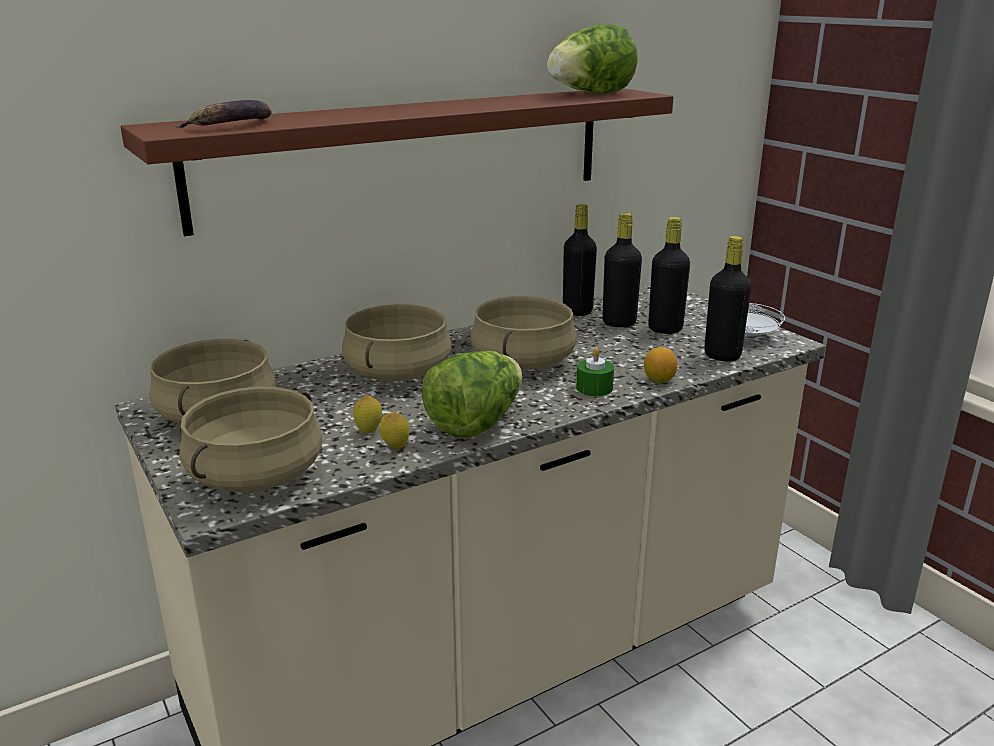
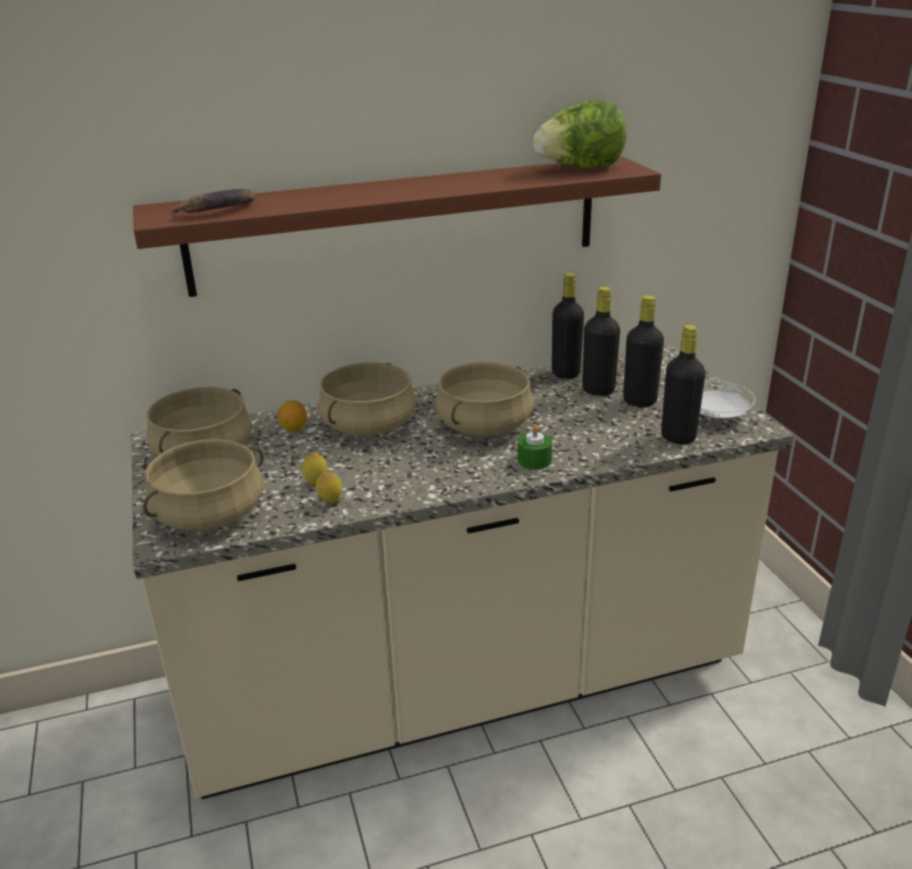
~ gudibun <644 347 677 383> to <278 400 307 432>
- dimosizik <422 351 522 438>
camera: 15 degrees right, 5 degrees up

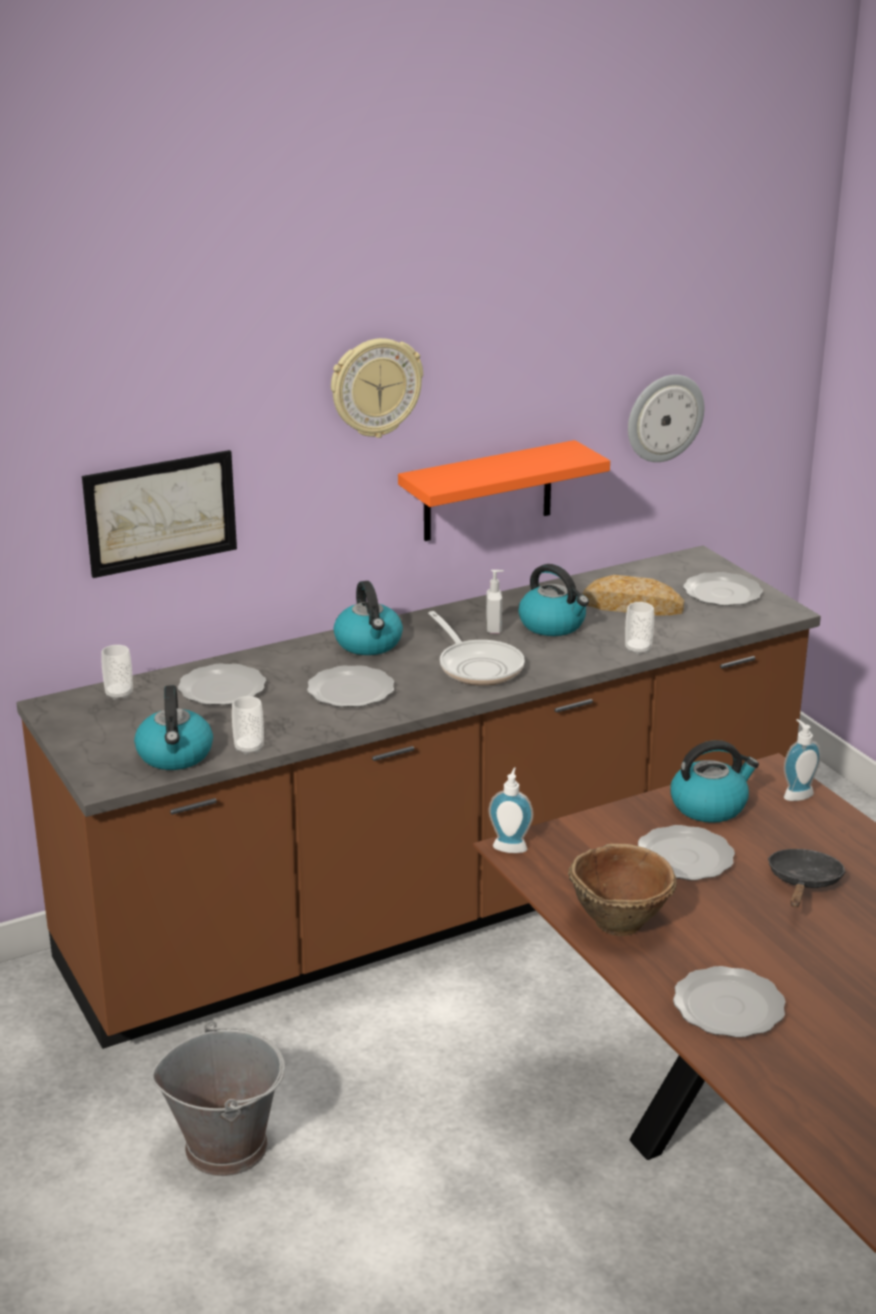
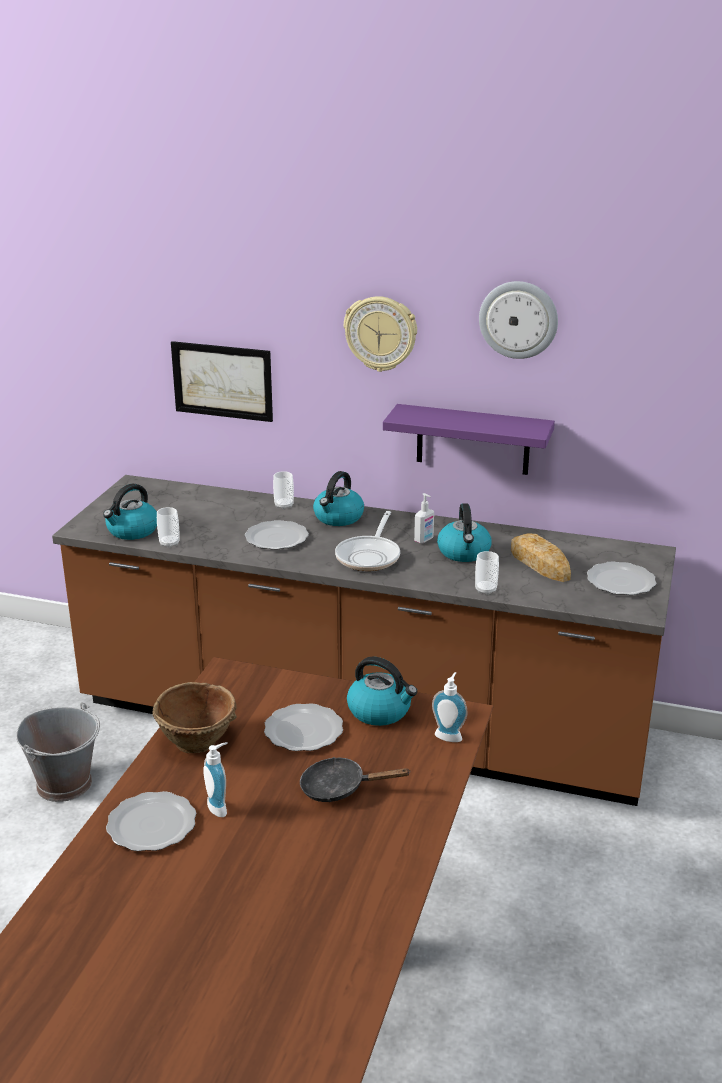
~ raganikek <489 768 533 853> to <203 742 228 817>
~ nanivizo <101 645 133 700> to <273 471 294 509>
~ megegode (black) <768 849 846 907> = <300 757 411 802> 150 degrees counterclockwise
~ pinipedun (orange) <398 440 610 541> to pinipedun (purple) <383 404 555 475>
~ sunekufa <628 375 704 462> to <479 281 558 359>
- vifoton <178 663 266 705>
camera: 45 degrees right, 0 degrees up

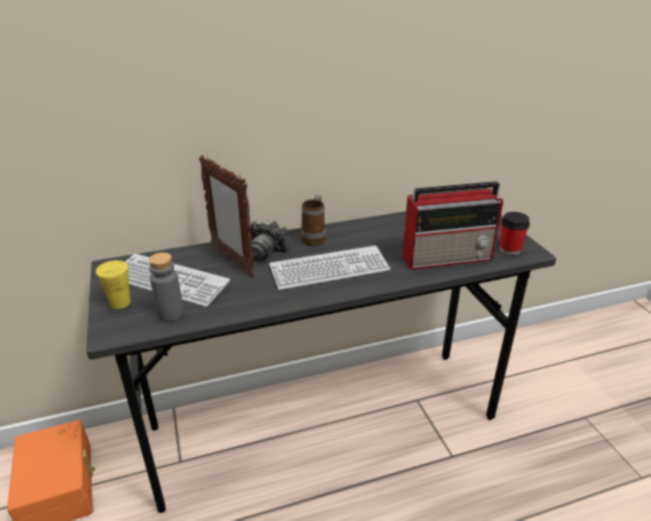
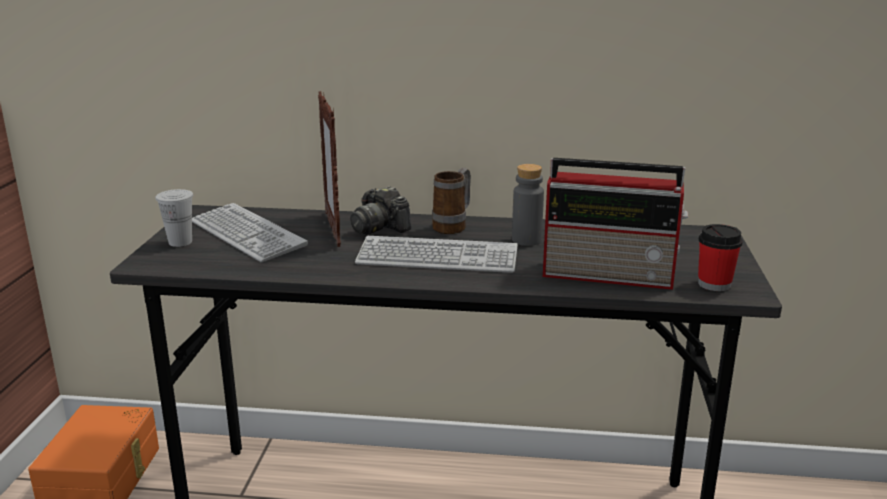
~ nanivizo (yellow) <96 260 131 309> to nanivizo (white) <155 189 193 247>
~ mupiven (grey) <149 252 184 322> to <512 164 544 246>
camera: 25 degrees right, 10 degrees down

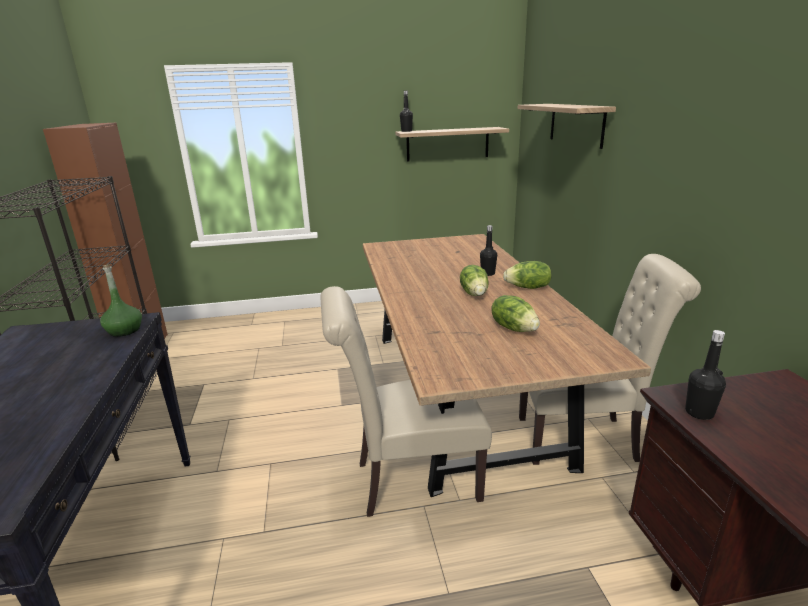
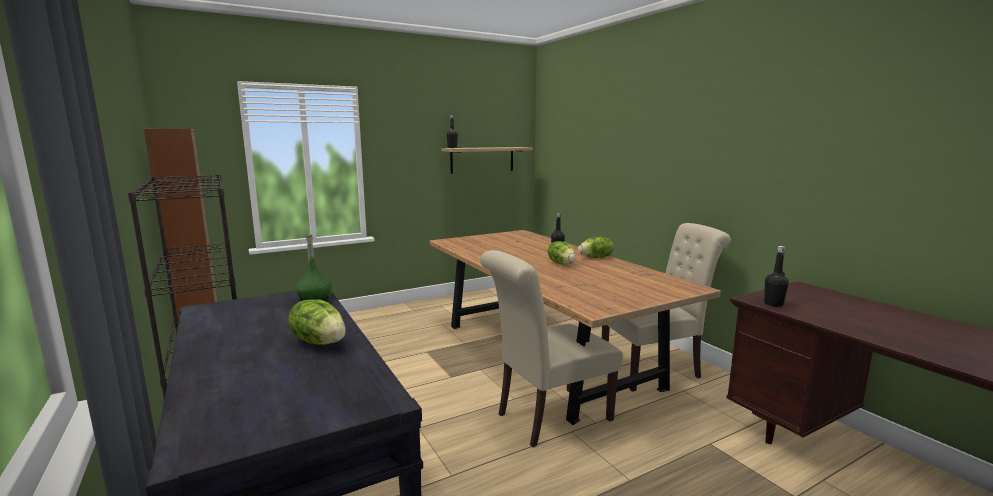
~ dimosizik <491 295 540 332> to <288 299 346 345>
- pinipedun <518 104 616 149>
camera: 20 degrees left, 10 degrees down

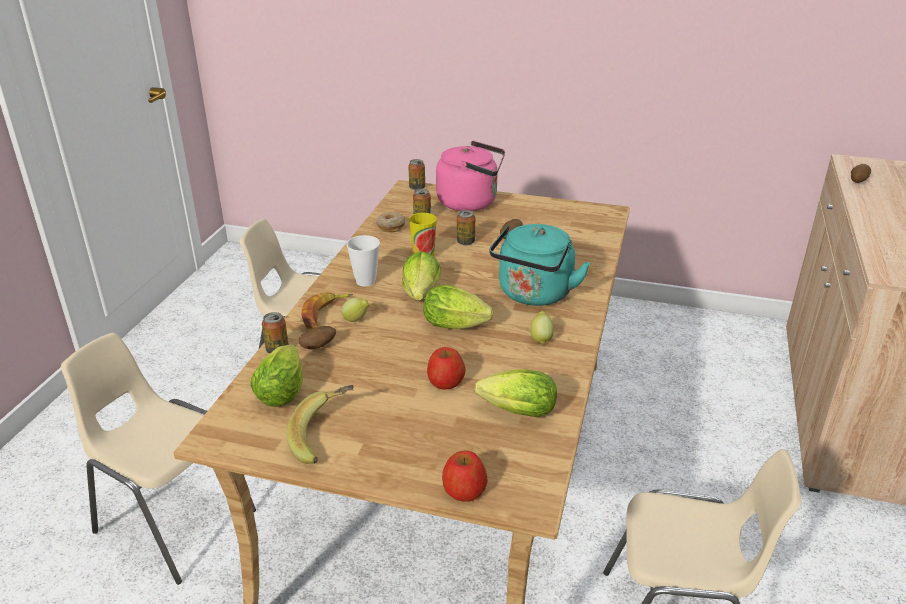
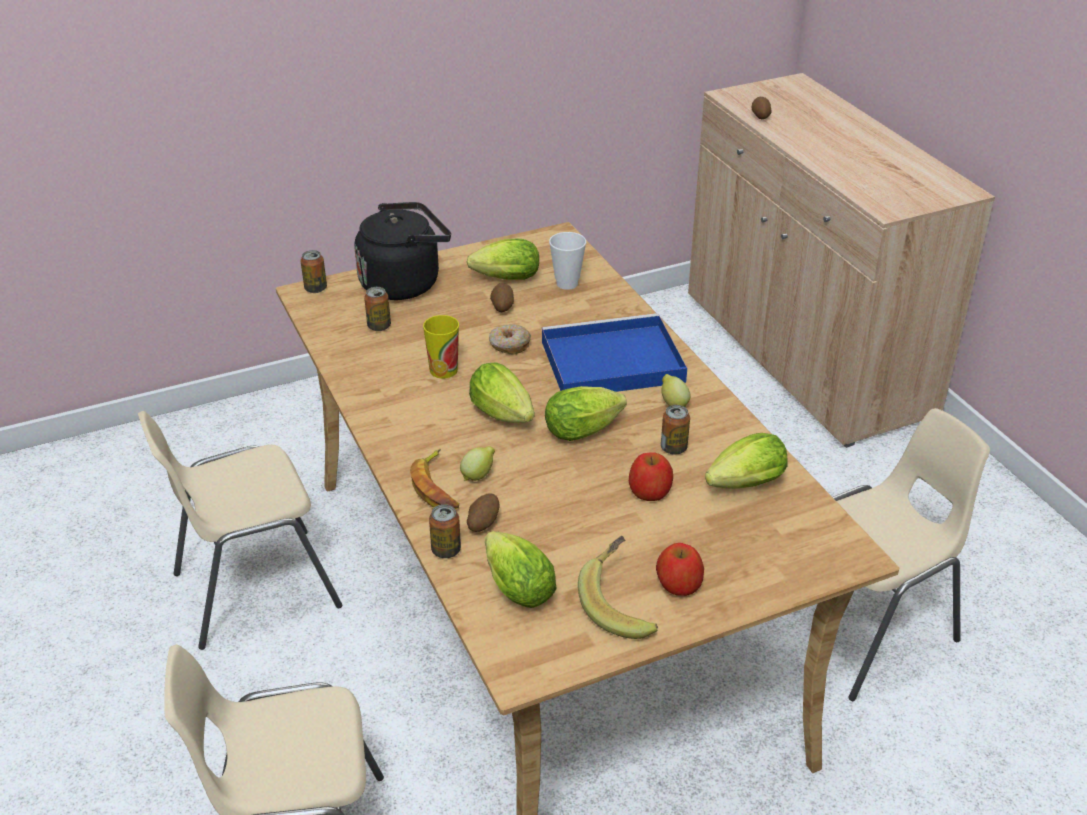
~ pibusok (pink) <436 141 505 211> to pibusok (black) <355 202 451 300>
+ dimosizik <467 239 539 280>
~ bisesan <376 212 405 232> to <489 324 531 355>
~ pibusok (turquoise) <489 224 590 306> to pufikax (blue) <541 313 687 392>
~ nanivizo <347 235 380 287> to <549 232 586 290>
~ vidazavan <442 451 488 502> to <656 543 704 596>
~ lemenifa <457 210 475 245> to <661 405 690 454>
camera: 40 degrees left, 5 degrees up

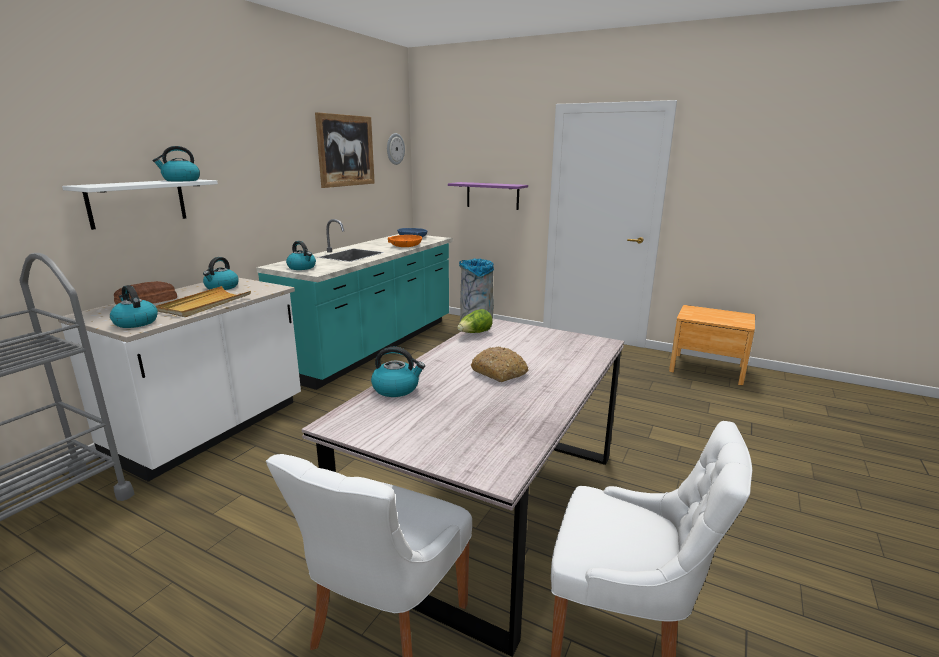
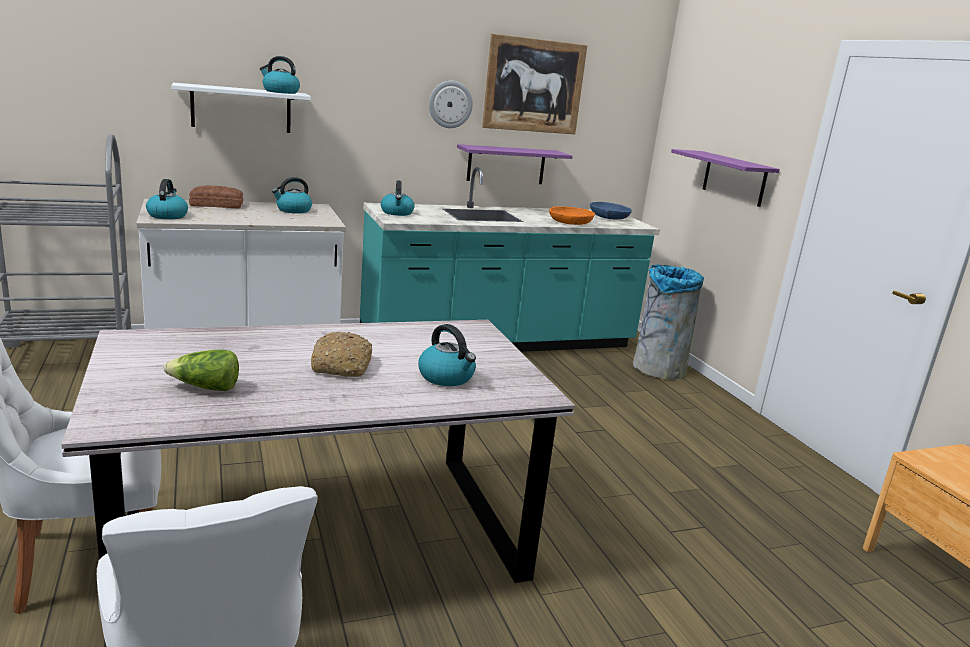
~ dimosizik <457 309 493 333> to <164 350 239 391>
~ pibusok <371 347 425 397> to <418 324 476 386>
~ sunekufa <387 133 405 165> to <429 81 473 128>
+ pinipedun (purple) <457 144 572 184>
- pufikax (beige) <155 286 251 317>
camera: 40 degrees right, 0 degrees up

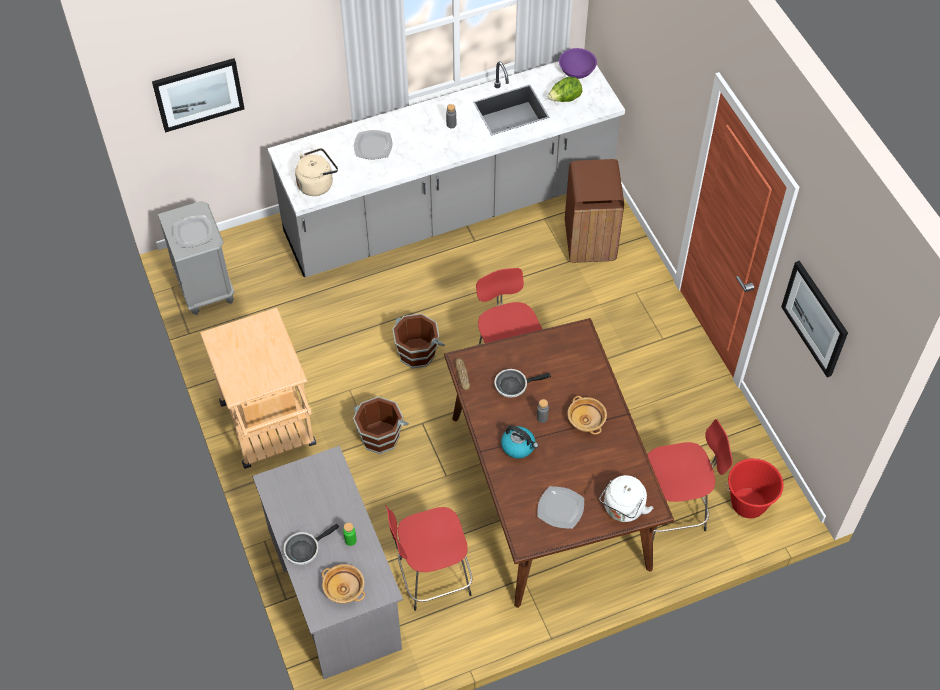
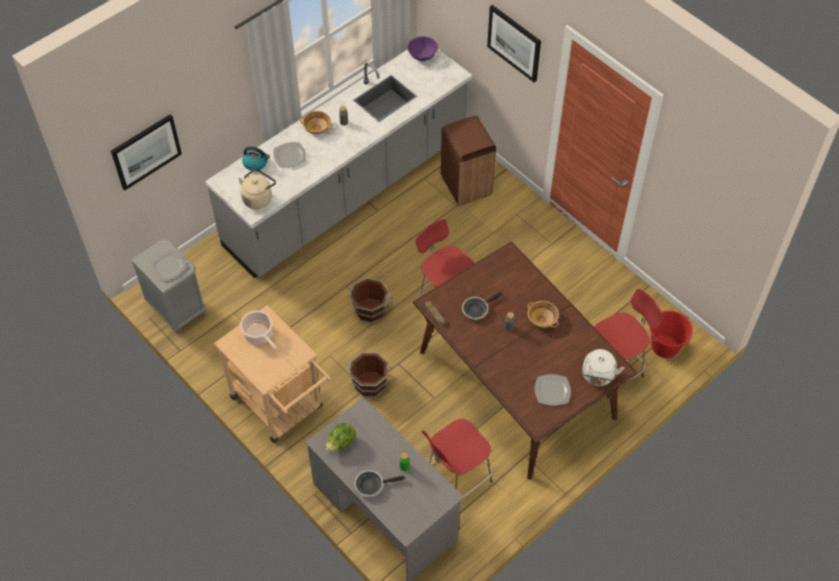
+ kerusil <240 311 277 350>
~ pibusok <501 426 538 459> to <242 146 270 171>
~ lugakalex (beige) <322 564 365 604> to <300 111 334 134>
~ dimosizik <548 77 582 102> to <326 423 356 452>
~ megegode <283 524 339 565> = <354 470 405 497> 45 degrees clockwise
~ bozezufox <781 261 848 378> to <487 5 541 82>
camera: 20 degrees left, 0 degrees up

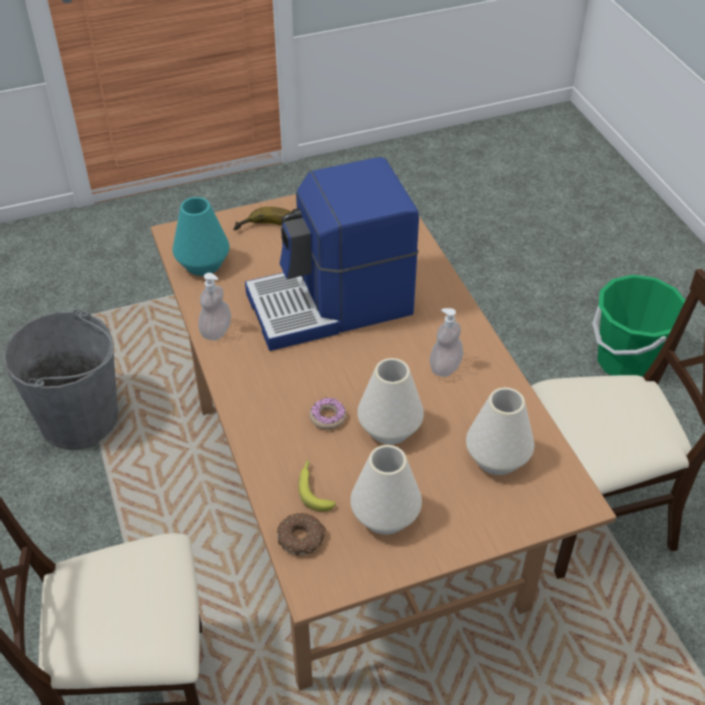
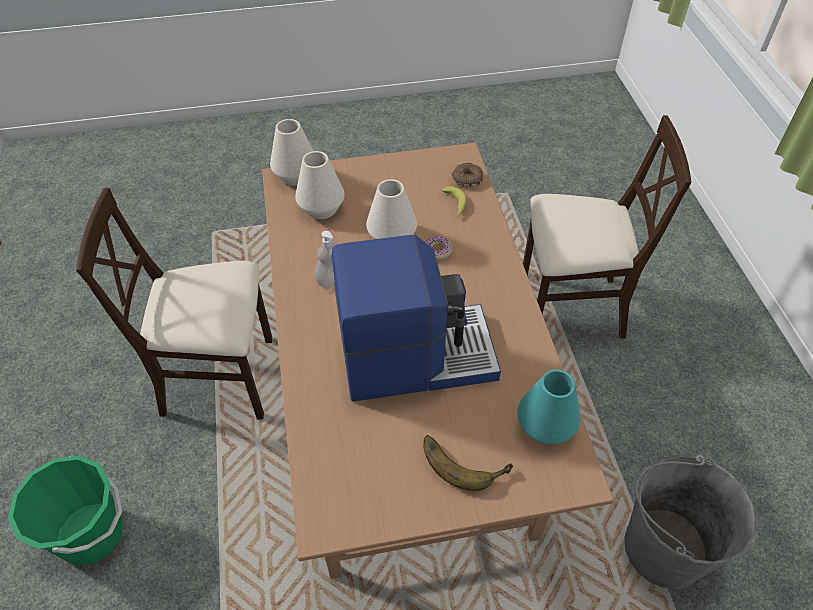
~ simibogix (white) <350 445 422 535> to <270 119 313 186>
- raganikek <198 273 231 340>
camera: 170 degrees left, 5 degrees up

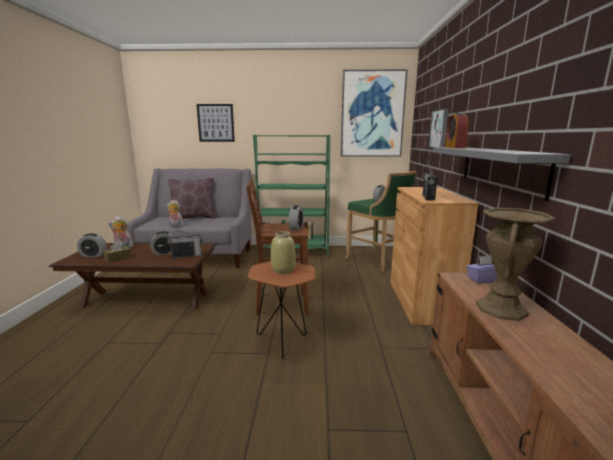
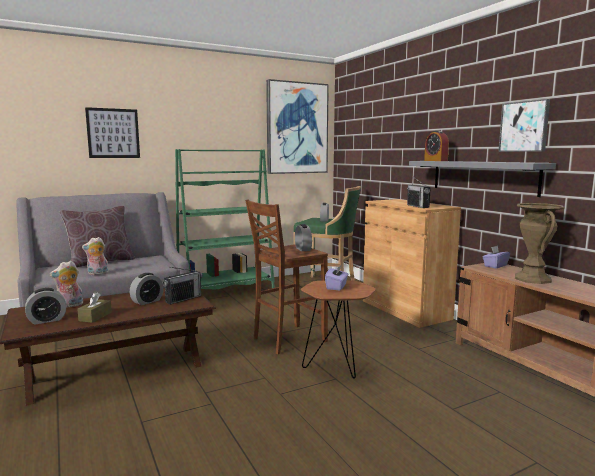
~ simibogix (beige) <271 231 296 274> to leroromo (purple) <325 265 348 291>
~ bozezufox <429 108 449 148> to <498 99 550 152>
camera: 30 degrees left, 5 degrees down

